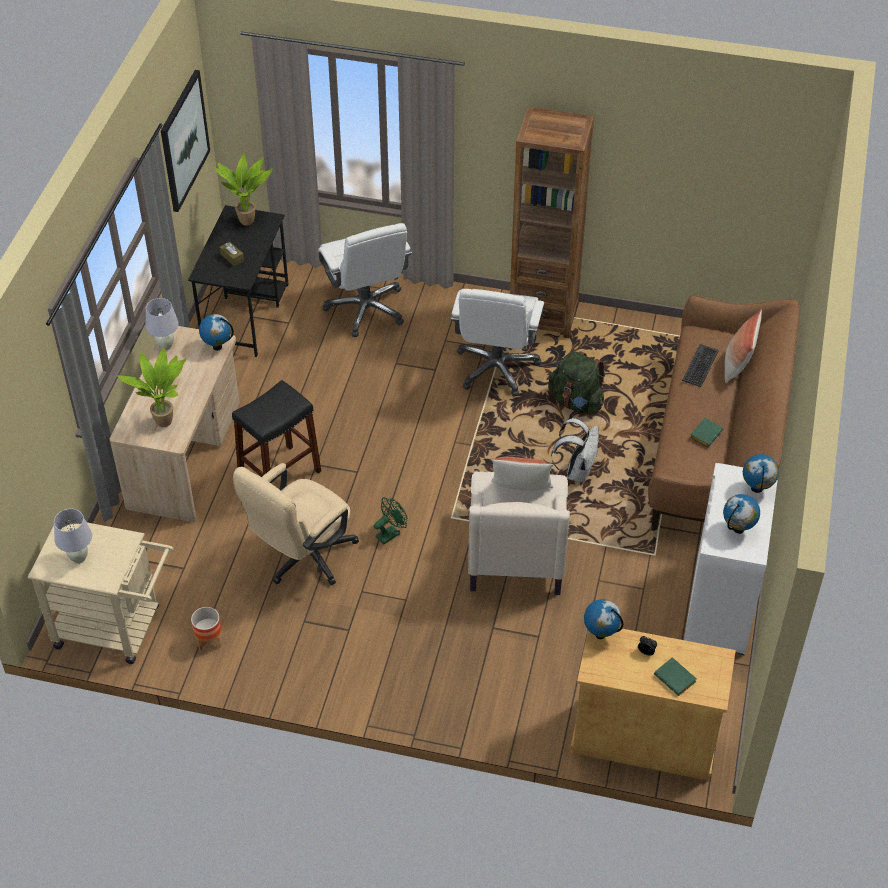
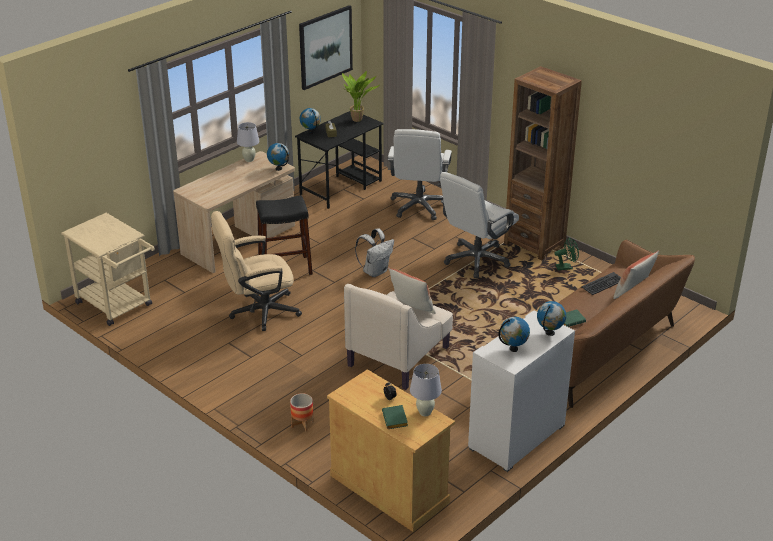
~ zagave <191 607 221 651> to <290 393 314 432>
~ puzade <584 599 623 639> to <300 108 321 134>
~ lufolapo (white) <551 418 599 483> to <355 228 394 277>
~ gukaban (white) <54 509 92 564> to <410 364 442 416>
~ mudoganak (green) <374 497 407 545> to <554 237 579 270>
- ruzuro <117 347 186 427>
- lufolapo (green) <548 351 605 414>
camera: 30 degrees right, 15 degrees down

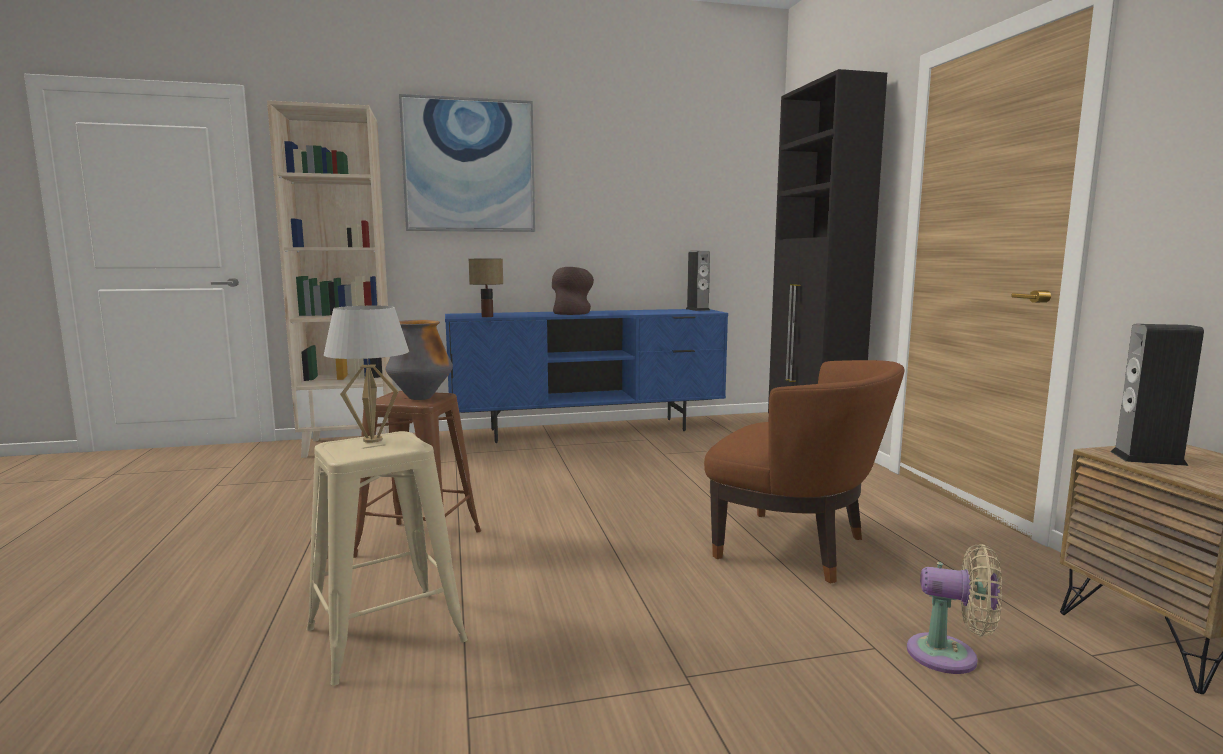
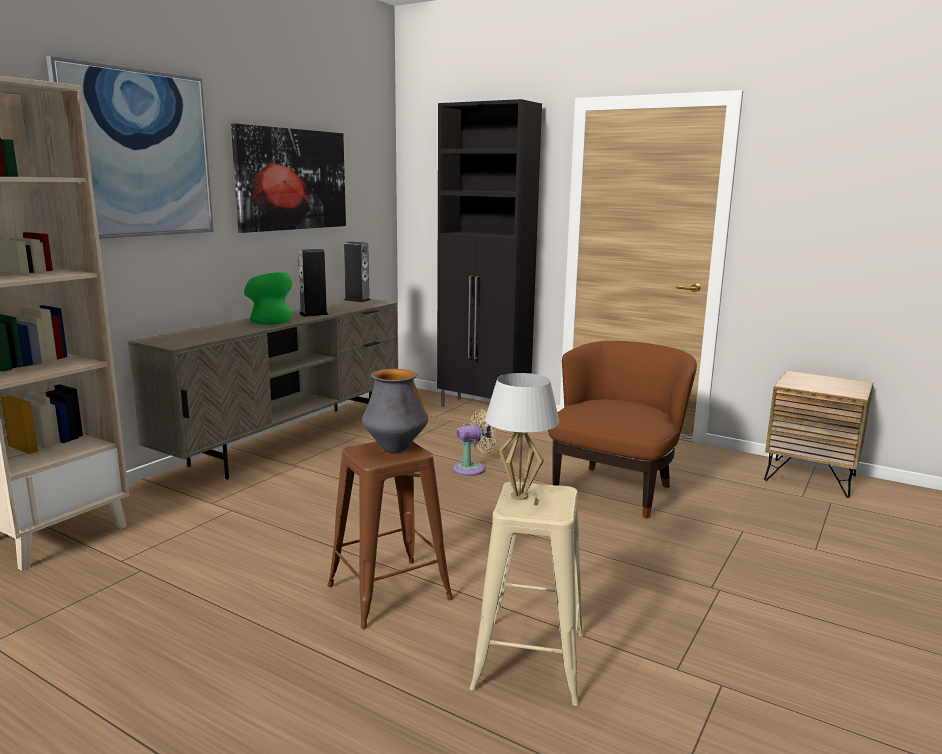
~ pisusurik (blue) <445 309 728 443> to pisusurik (beige) <127 299 398 480>
+ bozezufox <231 123 346 233>
~ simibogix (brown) <552 267 594 315> to simibogix (green) <244 272 292 325>
~ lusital <1110 324 1204 466> to <298 249 329 317>
~ mudoganak (beige) <907 544 1002 674> to <453 409 496 476>
~ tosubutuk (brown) <704 360 905 584> = <548 341 697 518> 45 degrees counterclockwise
- gukaban <469 259 503 317>
camera: 45 degrees left, 5 degrees up

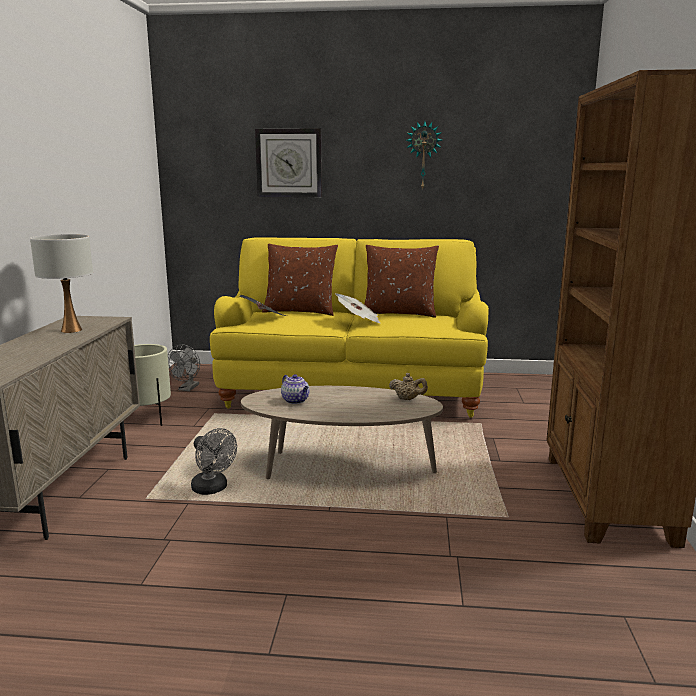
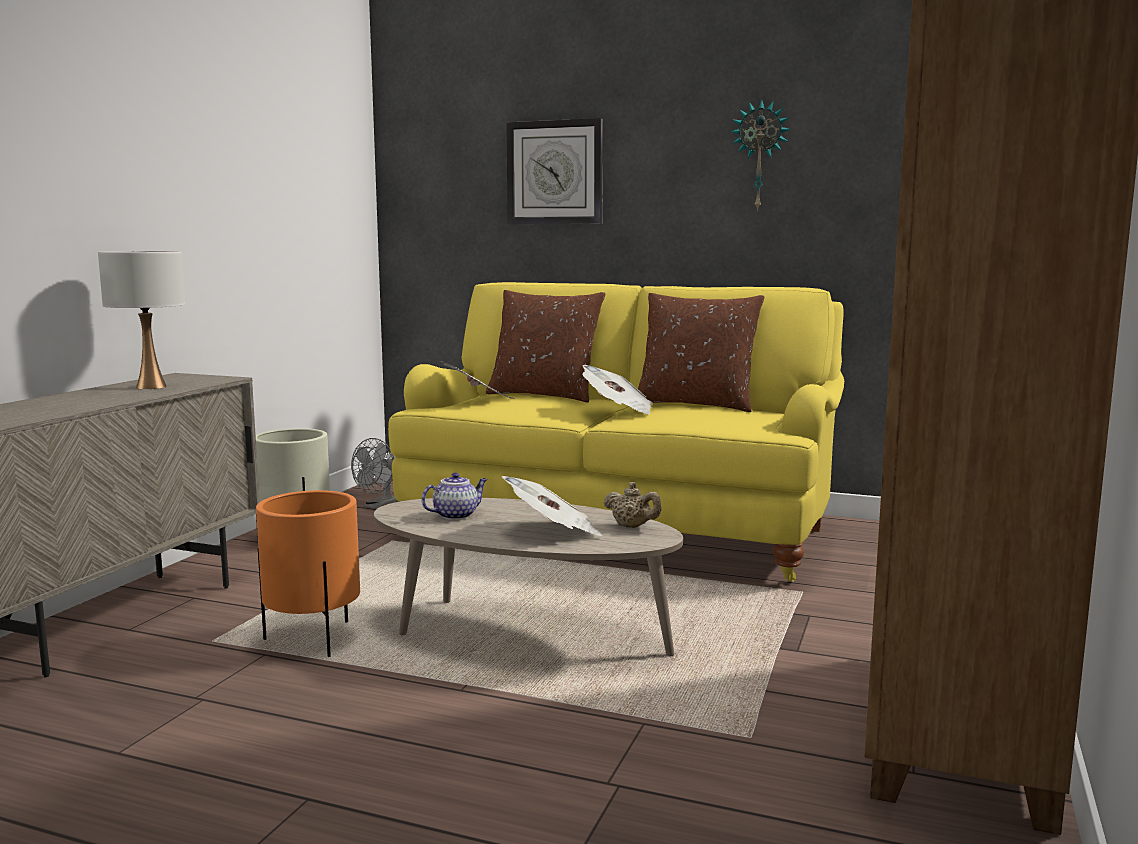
~ mudoganak (grey) <191 428 237 495> to zagave (orange) <256 490 360 657>
~ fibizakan <281 374 310 404> = <421 473 488 520> 105 degrees counterclockwise
+ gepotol <502 476 603 536>
camera: 15 degrees right, 5 degrees down

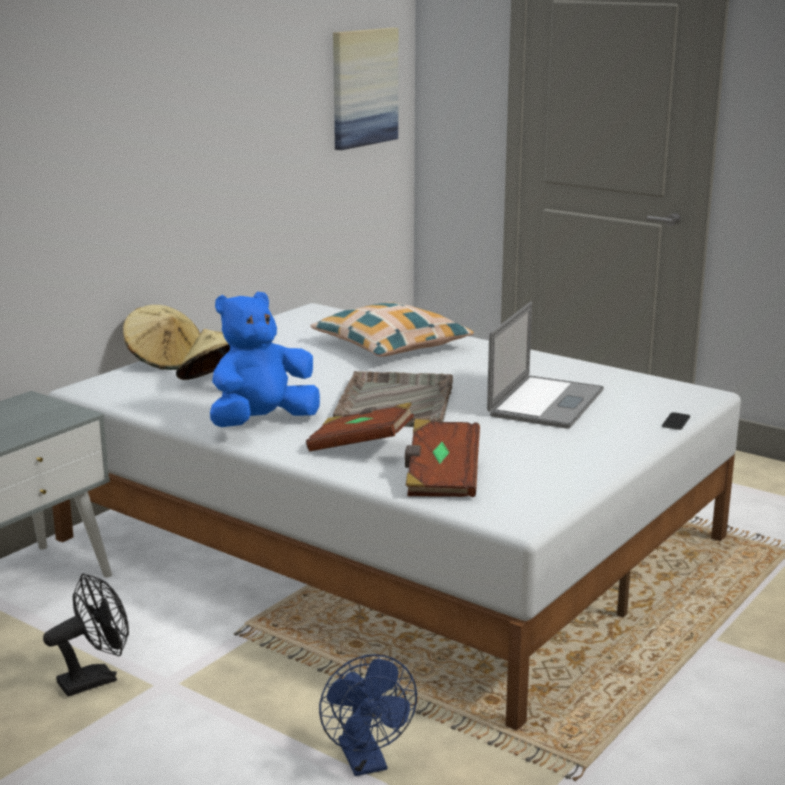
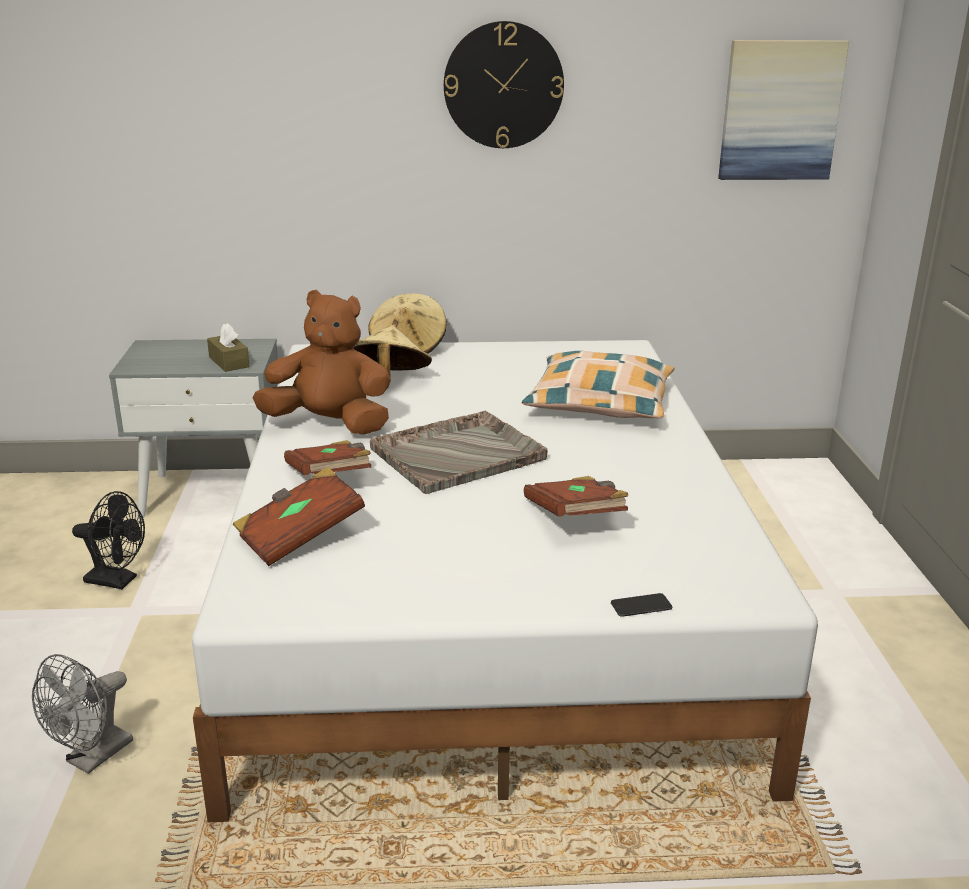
~ mudoganak (blue) <319 654 417 776> to mudoganak (grey) <32 654 133 774>
+ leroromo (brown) <207 323 250 372>
~ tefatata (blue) <210 292 320 427> to tefatata (brown) <253 290 391 435>
+ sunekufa <444 21 564 148>
~ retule <487 302 604 428> to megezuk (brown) <524 476 629 517>
camera: 50 degrees right, 5 degrees up

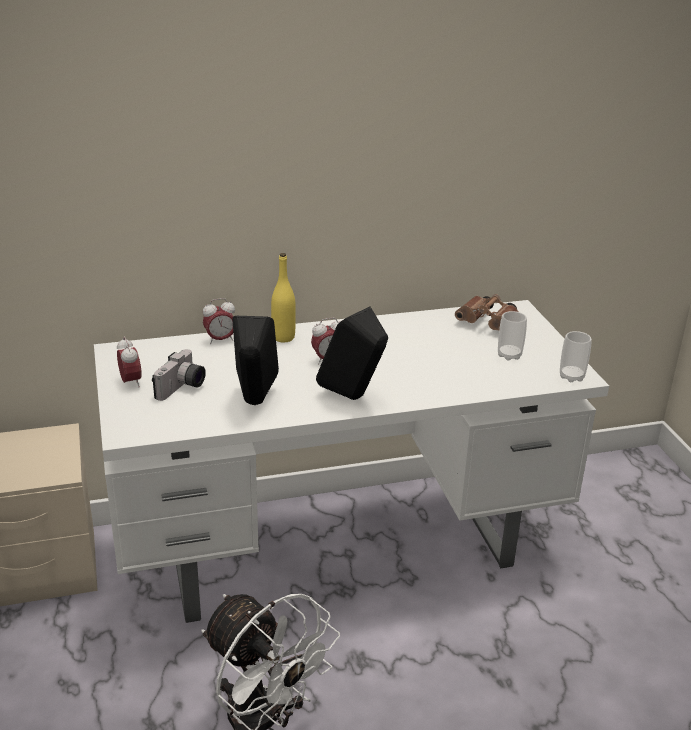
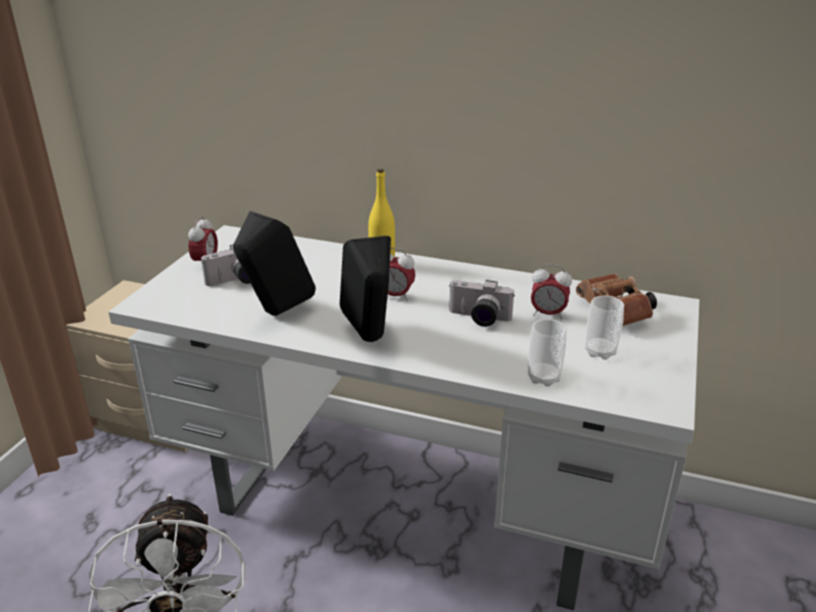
+ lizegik <448 280 515 327>
~ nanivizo <560 331 592 382> to <528 319 567 387>
~ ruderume <203 298 235 344> to <531 264 572 319>
camera: 35 degrees right, 0 degrees up

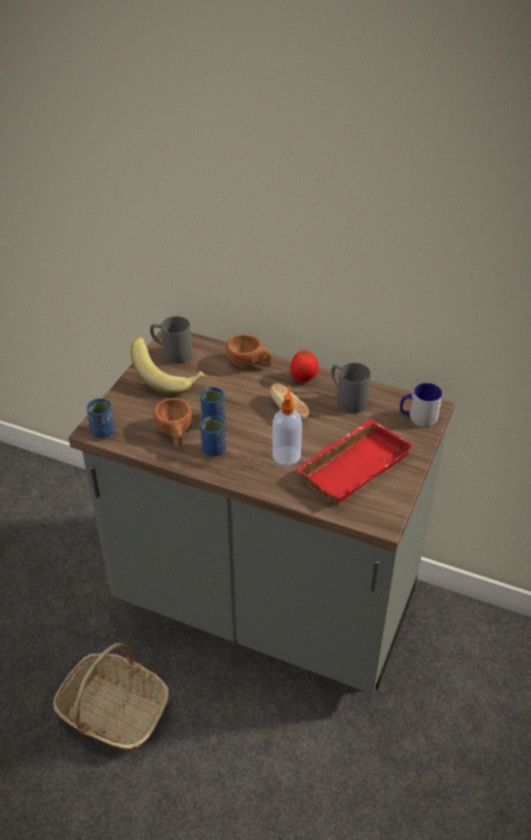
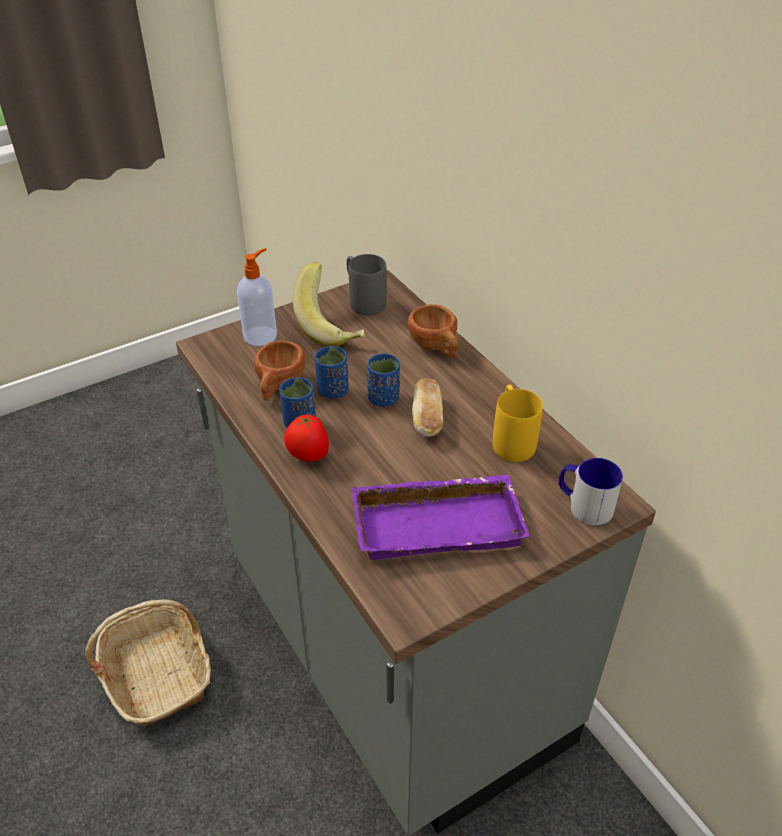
~ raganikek <272 386 302 466> to <237 248 277 346>
~ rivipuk <290 351 319 381> to <284 414 329 462>
~ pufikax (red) <295 419 414 504> to pufikax (purple) <351 475 530 560>
~ nanivizo (blue) <87 398 115 438> to <367 353 400 407>
~ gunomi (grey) <331 363 371 413> to gunomi (yellow) <493 385 543 462>
camera: 35 degrees right, 0 degrees up

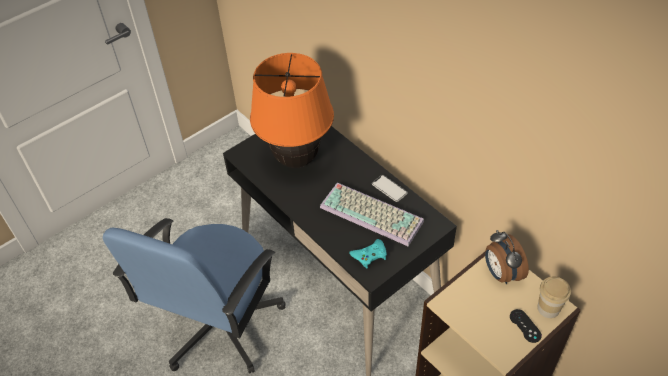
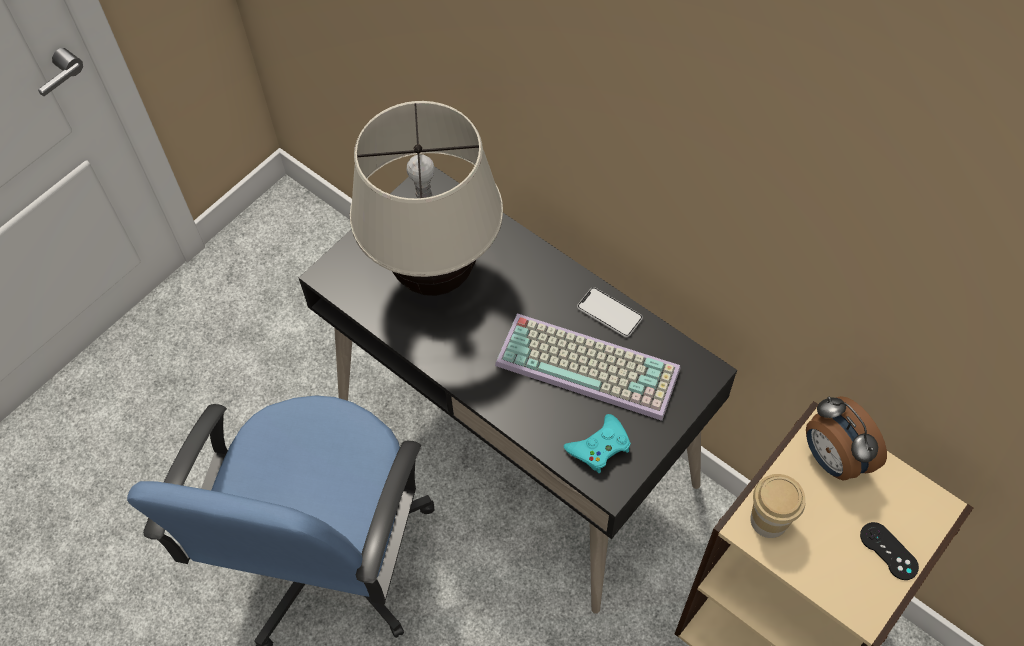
~ gukaban (orange) <250 53 334 168> to gukaban (beige) <350 101 503 296>
~ nanivizo <537 277 571 318> to <750 474 806 538>
camera: 10 degrees left, 10 degrees up

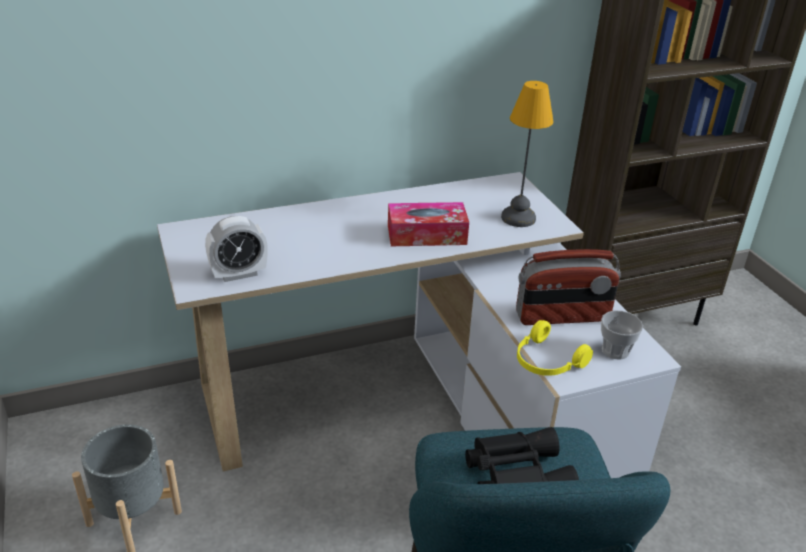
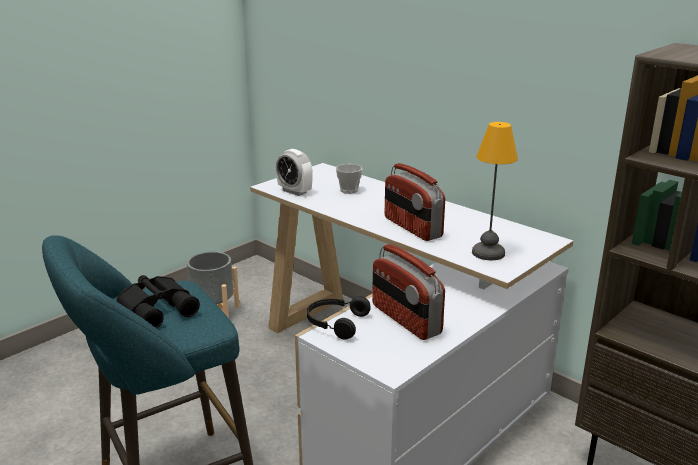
~ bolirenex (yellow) <517 320 593 376> to bolirenex (black) <307 296 371 340>
~ nanivizo <601 310 643 360> to <336 164 363 194>
~ leroromo <388 202 469 246> to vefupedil <384 163 445 241>
camera: 65 degrees right, 10 degrees down

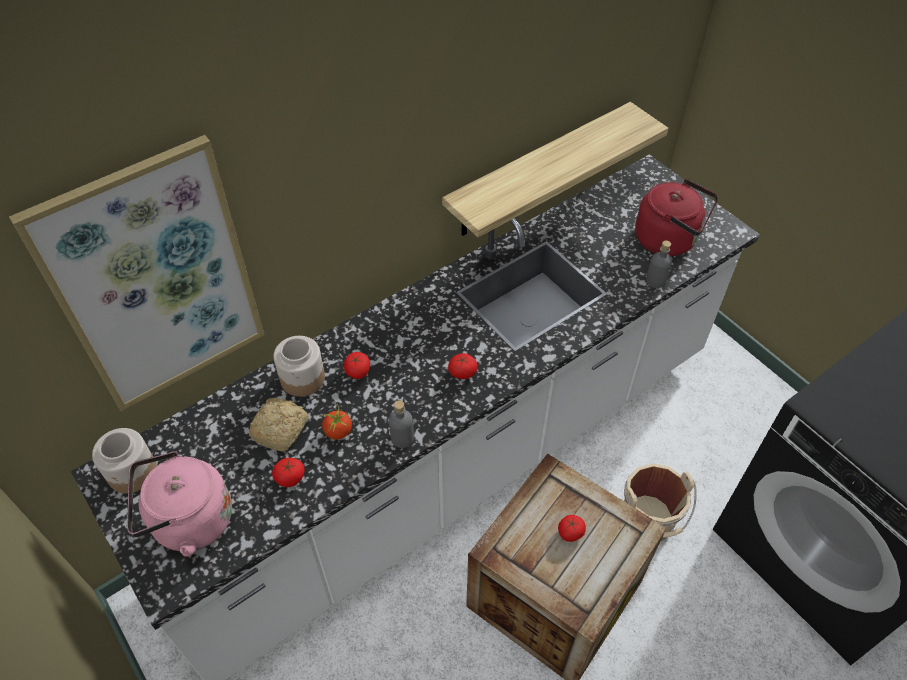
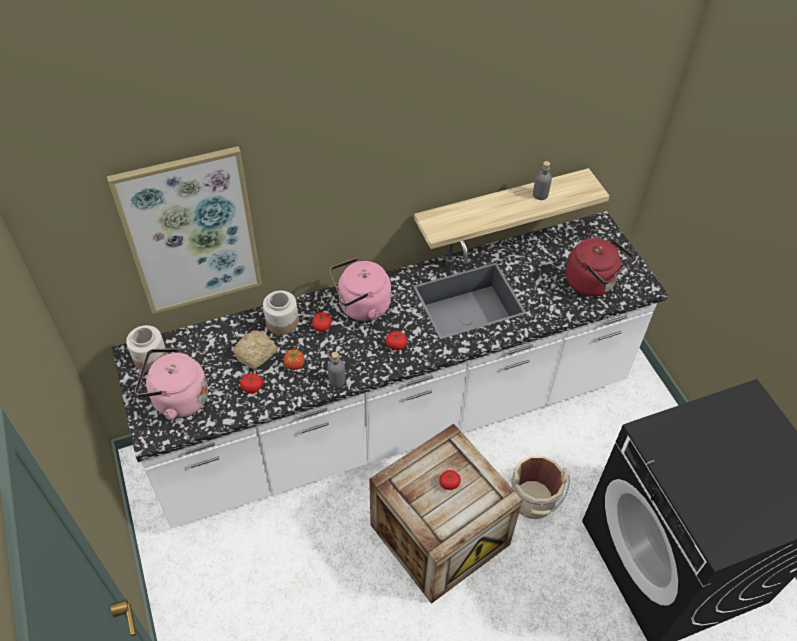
+ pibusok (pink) <330 258 391 321>
~ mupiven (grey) <646 241 672 288> to <533 161 552 200>
camera: 15 degrees right, 0 degrees up

